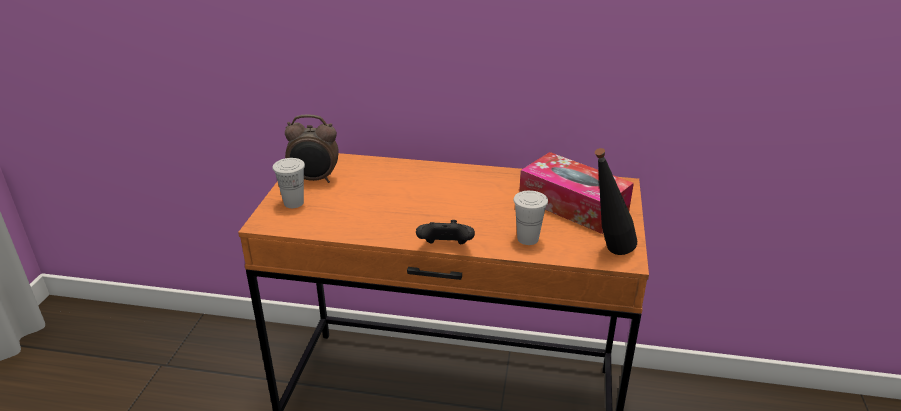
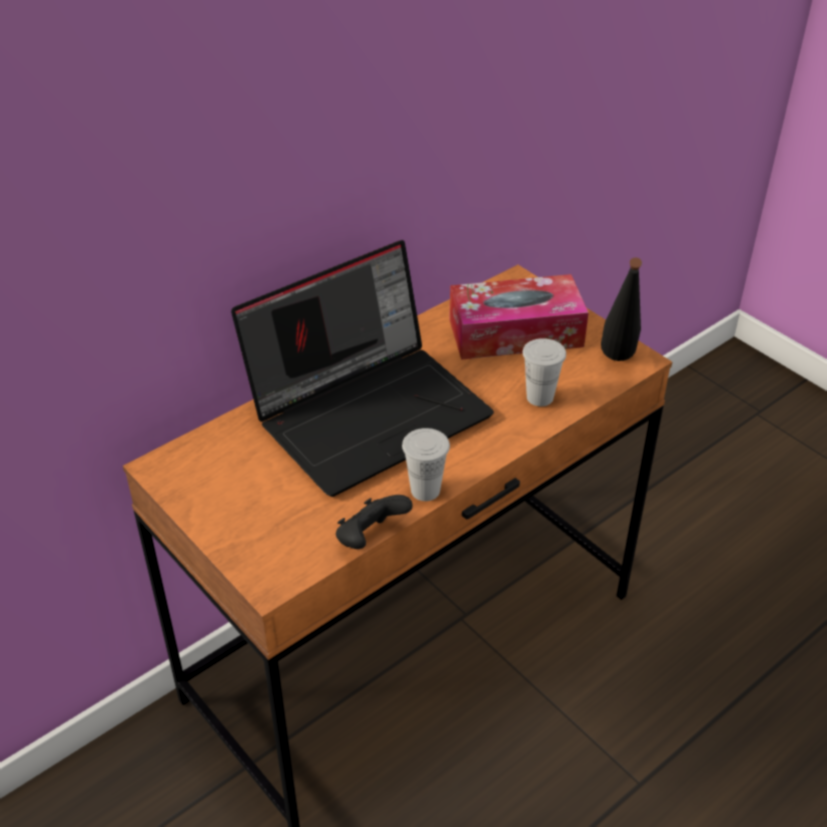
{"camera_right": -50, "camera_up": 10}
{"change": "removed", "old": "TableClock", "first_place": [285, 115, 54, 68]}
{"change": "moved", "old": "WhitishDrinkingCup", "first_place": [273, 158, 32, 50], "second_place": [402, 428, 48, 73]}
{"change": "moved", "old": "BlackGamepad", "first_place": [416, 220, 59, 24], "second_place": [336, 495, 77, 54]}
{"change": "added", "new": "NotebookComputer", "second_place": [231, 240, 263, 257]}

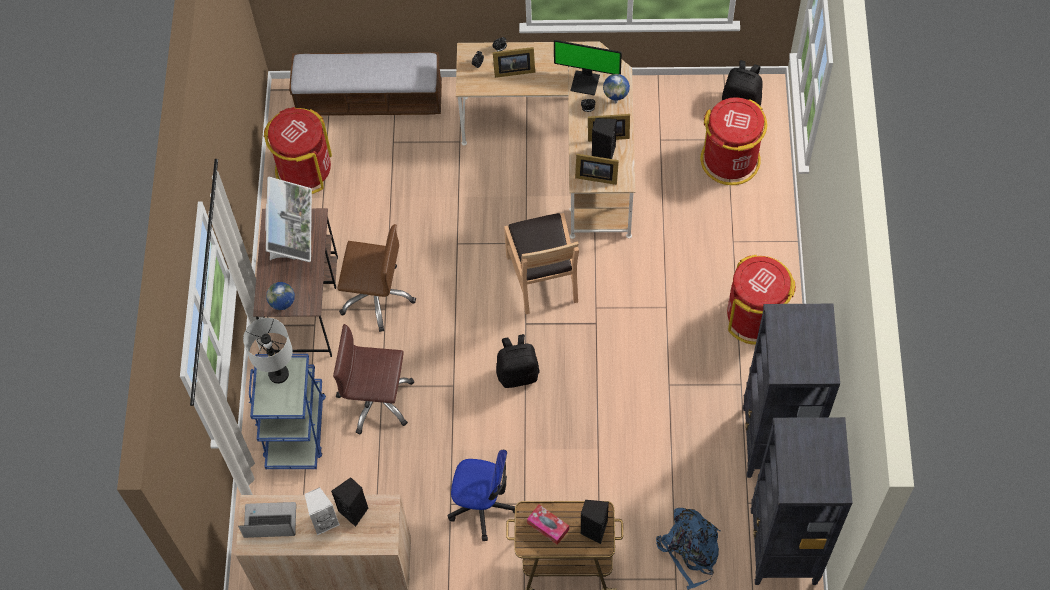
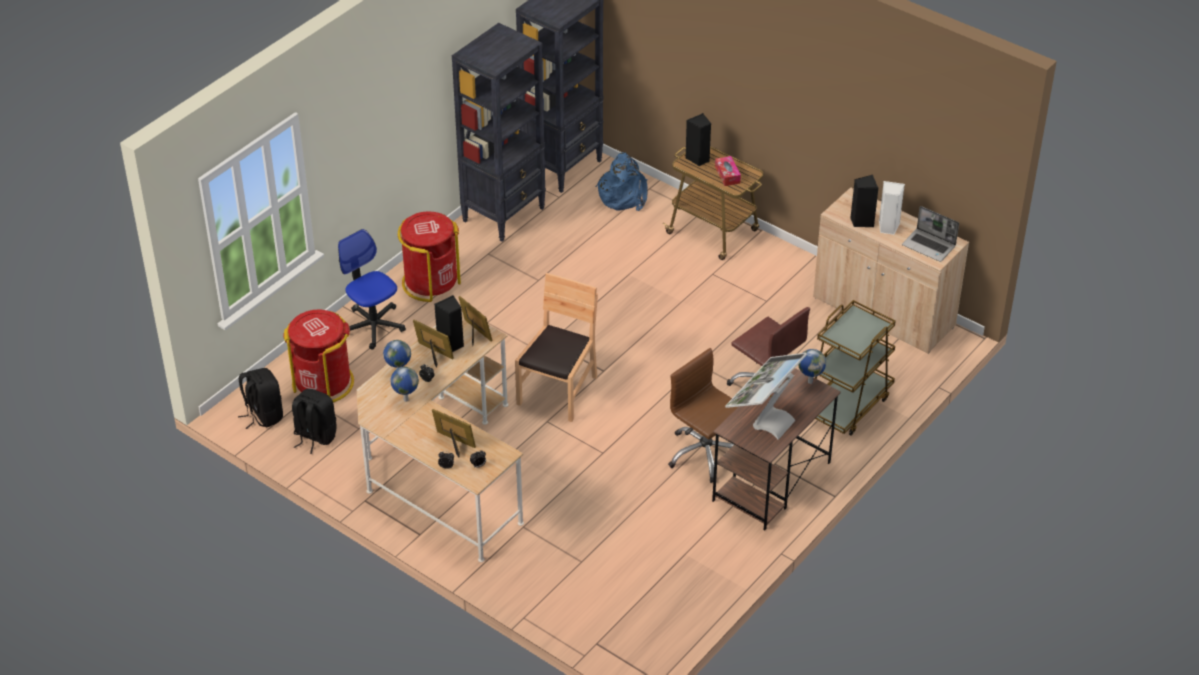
{"camera_right": -145, "camera_up": -20}
{"change": "replaced", "old": "ComputerDisplay", "new": "Globe", "first_place": [554, 40, 68, 55], "second_place": [390, 367, 29, 35]}
{"change": "removed", "old": "LongSeat", "first_place": [289, 52, 153, 64]}
{"change": "removed", "old": "RedWasteBin", "first_place": [264, 107, 68, 87]}
{"change": "removed", "old": "GrayTableLamp", "first_place": [243, 318, 50, 66]}
{"change": "moved", "old": "BlackKnapsack", "first_place": [496, 334, 44, 54], "second_place": [292, 389, 45, 65]}
{"change": "recoloured", "old": "BlueColouredWheeledCart", "new": "BrownWheeledCart", "first_place": [249, 354, 77, 115], "second_place": [815, 300, 81, 136]}
{"change": "moved", "old": "DeskChair", "first_place": [448, 450, 67, 91], "second_place": [338, 229, 68, 121]}

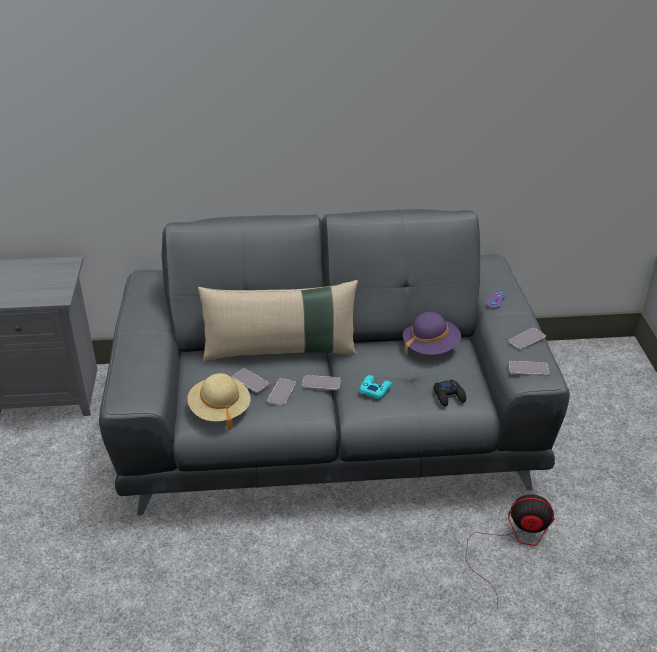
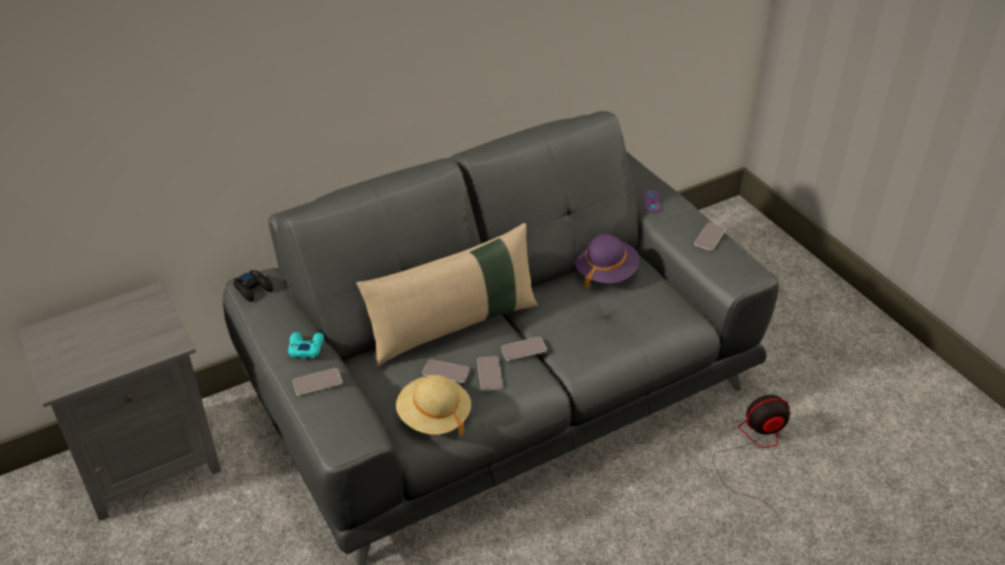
{"camera_right": -25, "camera_up": 5}
{"change": "moved", "old": "Telephone", "first_place": [509, 361, 40, 15], "second_place": [292, 368, 50, 28]}
{"change": "moved", "old": "BlueGreenGamepad", "first_place": [360, 375, 32, 24], "second_place": [288, 332, 36, 26]}
{"change": "moved", "old": "BlackGamepad", "first_place": [433, 379, 33, 28], "second_place": [234, 270, 39, 32]}

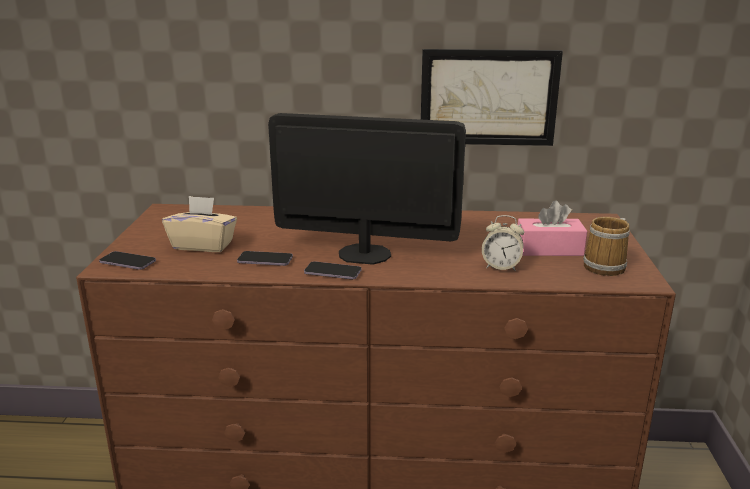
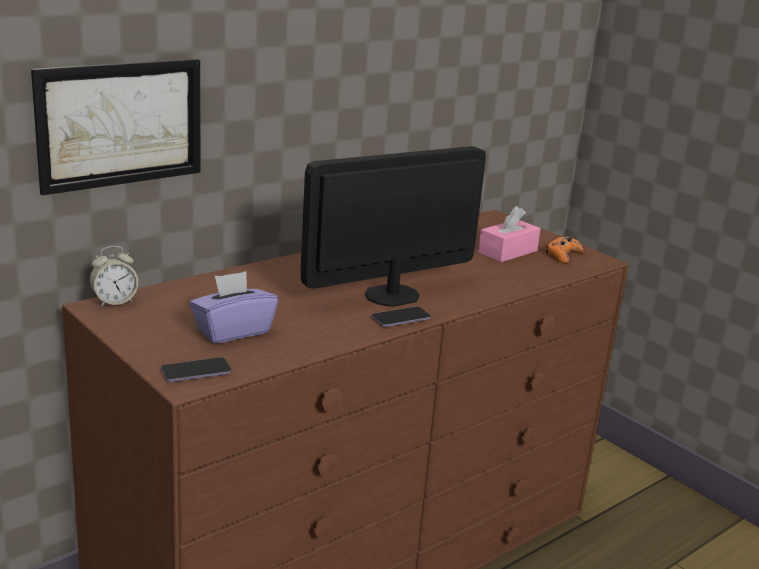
{"camera_right": -45, "camera_up": 0}
{"change": "moved", "old": "Picture", "first_place": [421, 49, 142, 97], "second_place": [31, 59, 170, 136]}
{"change": "recoloured", "old": "BeigeColouredBoxOfTissues", "new": "PurpleBoxOfTissues", "first_place": [162, 196, 75, 56], "second_place": [189, 271, 89, 73]}
{"change": "moved", "old": "TableClock", "first_place": [482, 215, 42, 56], "second_place": [90, 246, 48, 61]}
{"change": "replaced", "old": "Mug", "new": "OrangeColouredGamepad", "first_place": [583, 217, 47, 59], "second_place": [546, 236, 38, 27]}
{"change": "removed", "old": "Telephone", "first_place": [237, 251, 56, 15]}

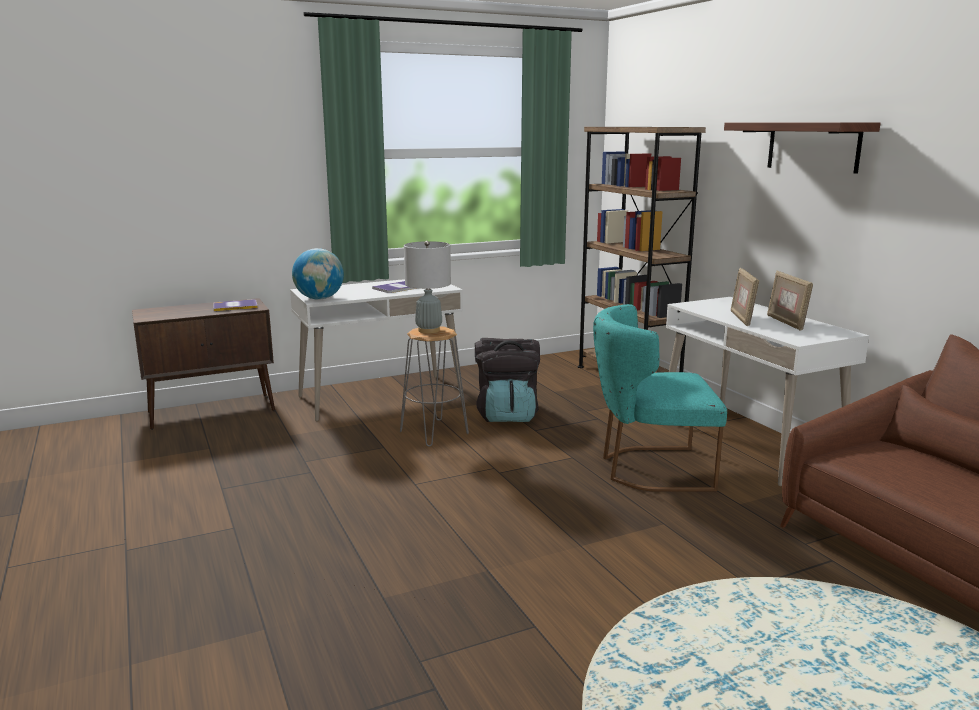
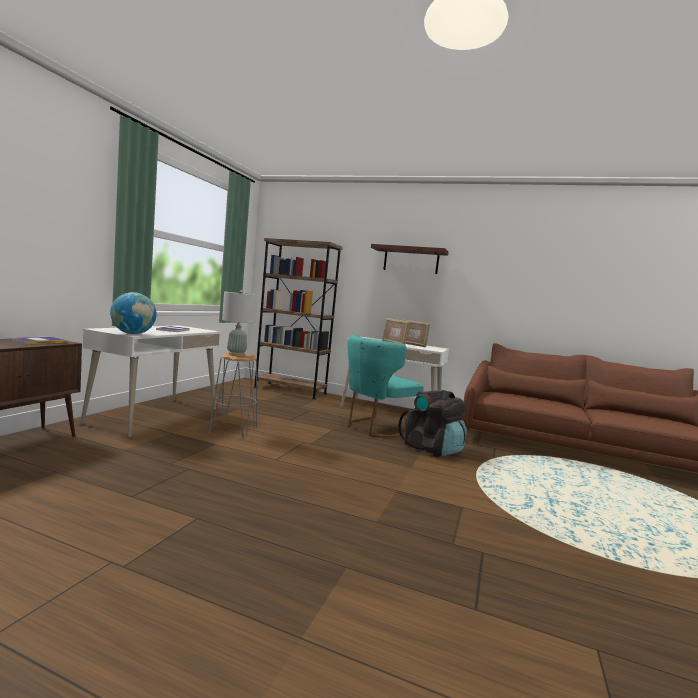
{"camera_right": -45, "camera_up": -10}
{"change": "moved", "old": "BlackKnapsack", "first_place": [475, 338, 65, 84], "second_place": [398, 390, 69, 67]}

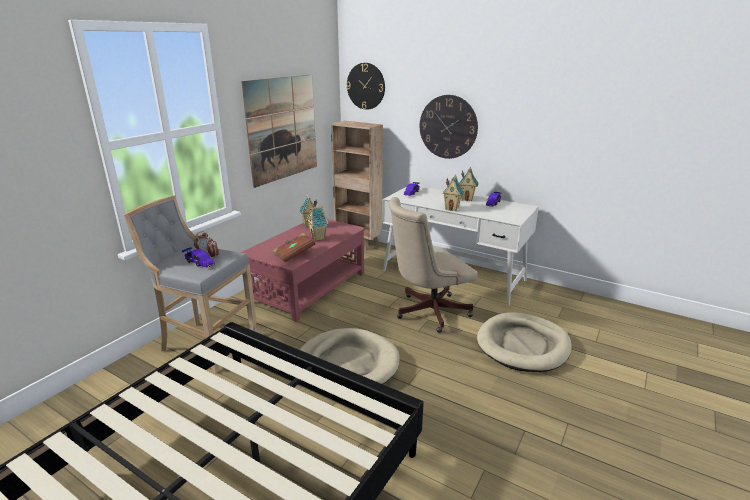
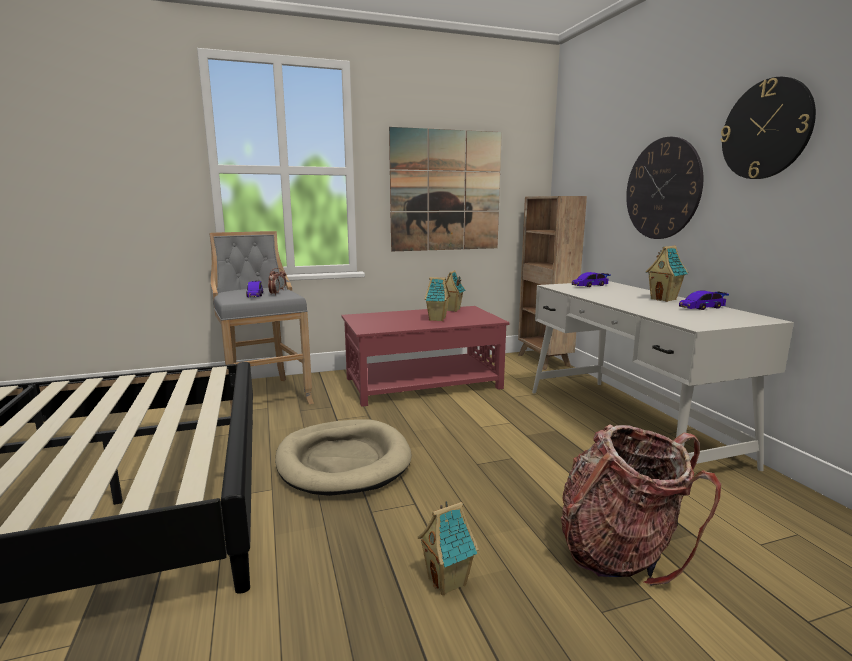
{"camera_right": 40, "camera_up": -10}
{"change": "moved", "old": "HangingClock", "first_place": [346, 63, 39, 47], "second_place": [720, 77, 96, 102]}
{"change": "moved", "old": "ToyHouse", "first_place": [442, 175, 22, 36], "second_place": [418, 501, 61, 94]}
{"change": "removed", "old": "BeigeColouredDeskChair", "first_place": [389, 197, 88, 136]}
{"change": "removed", "old": "BrownVolume", "first_place": [273, 233, 42, 29]}
{"change": "replaced", "old": "BeigeColouredDogBed", "new": "Knapsack", "first_place": [477, 312, 95, 60], "second_place": [561, 424, 160, 162]}

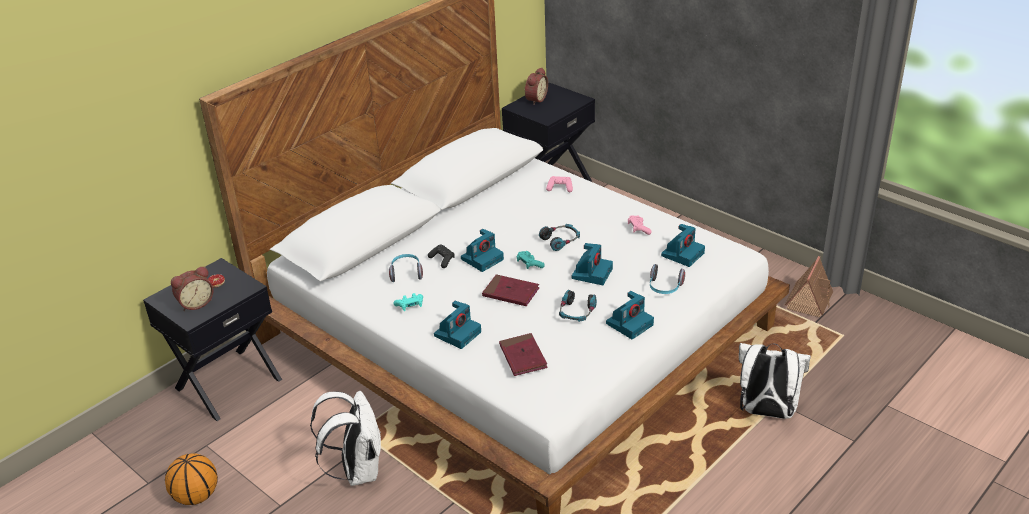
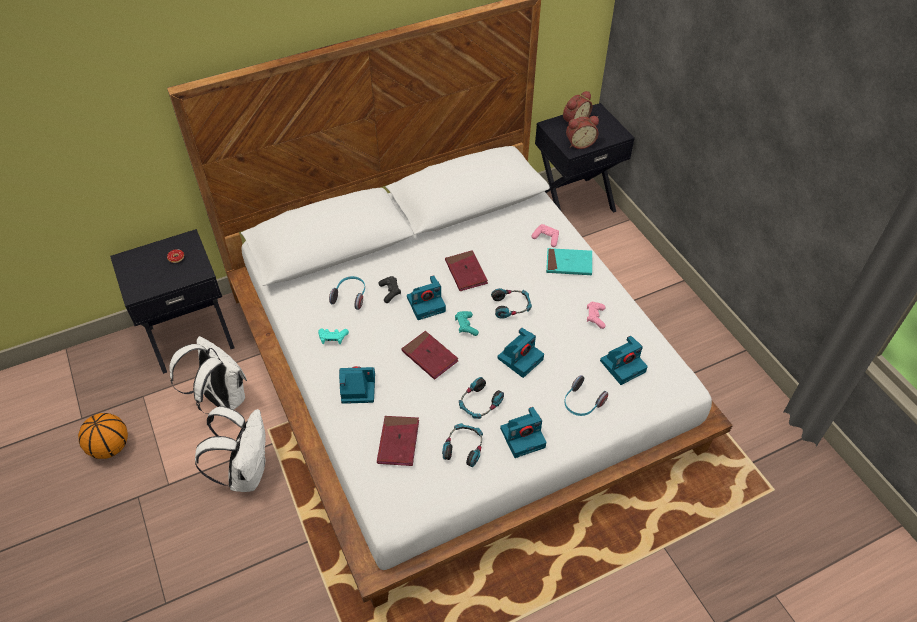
{"camera_right": 20, "camera_up": 15}
{"change": "removed", "old": "ToyHouse", "first_place": [785, 256, 48, 61]}
{"change": "moved", "old": "TableClock", "first_place": [171, 266, 43, 45], "second_place": [566, 116, 33, 33]}
{"change": "turned", "old": "PhotoCamera", "first_place": [434, 301, 47, 48], "second_place": [339, 366, 36, 38], "degrees": -150}
{"change": "moved", "old": "WhitishKnapsack", "first_place": [739, 343, 72, 76], "second_place": [170, 336, 77, 79]}
{"change": "added", "new": "BlueGreenVolume", "second_place": [546, 248, 46, 27]}
{"change": "added", "new": "RedVolume", "second_place": [445, 250, 43, 41]}
{"change": "added", "new": "Headphones", "second_place": [442, 423, 41, 44]}

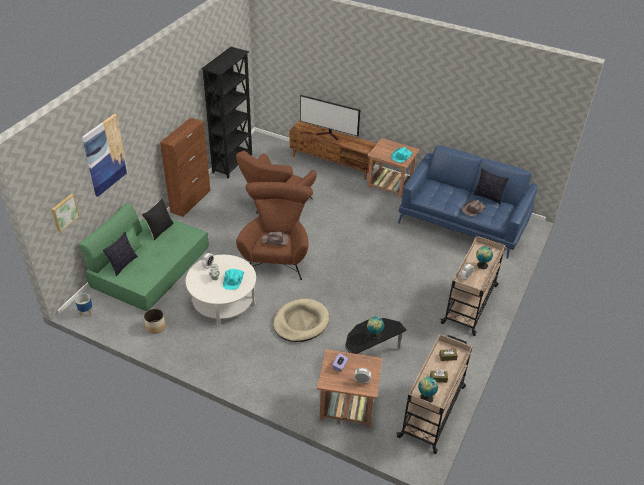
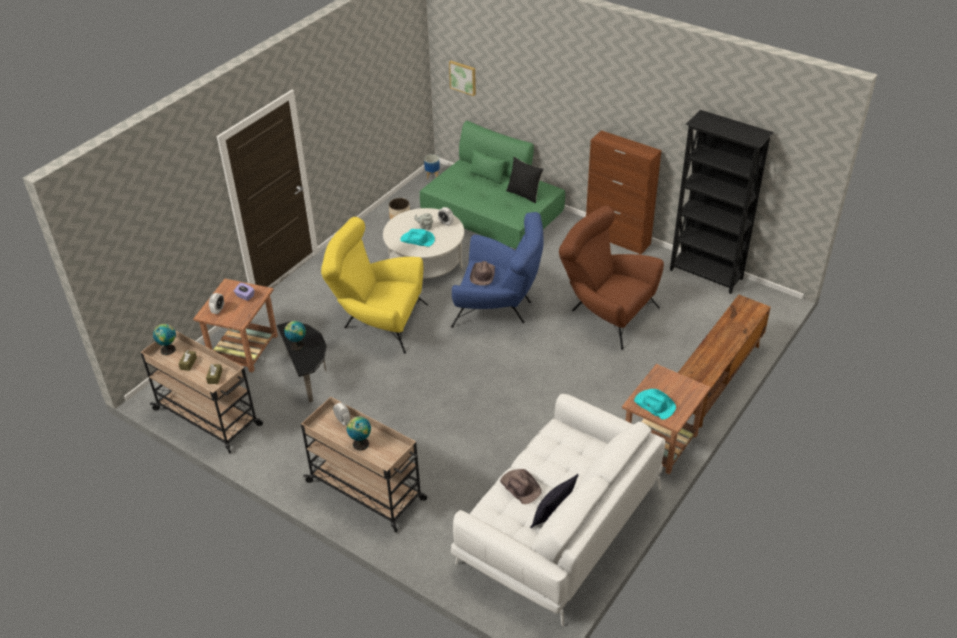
{"camera_right": 100, "camera_up": 0}
{"change": "removed", "old": "Television", "first_place": [300, 95, 60, 45]}
{"change": "removed", "old": "Picture", "first_place": [82, 114, 46, 83]}
{"change": "recoloured", "old": "BlueColouredCouch", "new": "WhitishCouch", "first_place": [398, 145, 140, 114], "second_place": [451, 394, 214, 232]}
{"change": "recoloured", "old": "BrownLoungeChair", "new": "BlueColouredLoungeChair", "first_place": [236, 182, 77, 98], "second_place": [451, 212, 93, 116]}
{"change": "removed", "old": "Cushion", "first_place": [103, 232, 35, 44]}
{"change": "replaced", "old": "BeigeColouredDogBed", "new": "YellowishLoungeChair", "first_place": [273, 299, 56, 43], "second_place": [321, 217, 107, 137]}

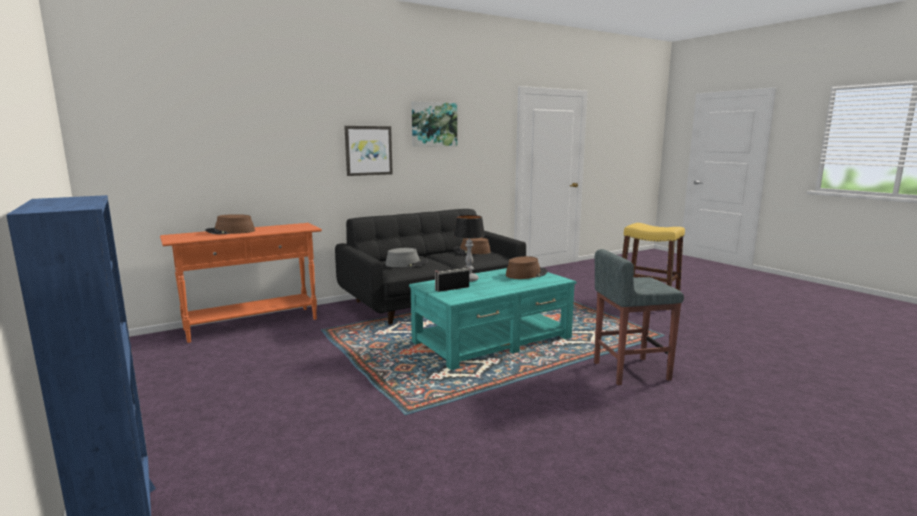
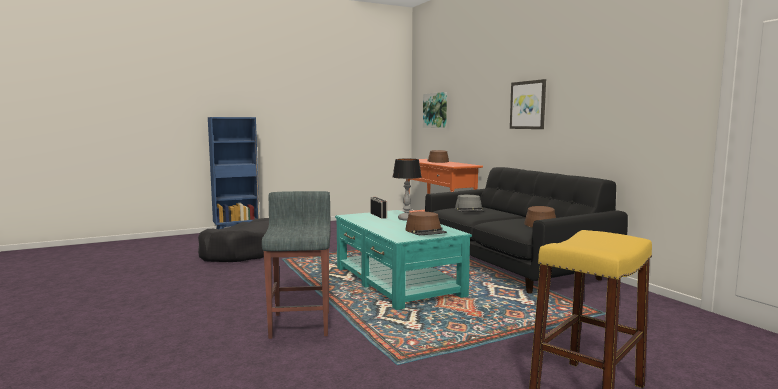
{"camera_right": 95, "camera_up": -5}
{"change": "moved", "old": "Picture", "first_place": [412, 101, 45, 46], "second_place": [423, 92, 24, 36]}
{"change": "added", "new": "BlackDogBed", "second_place": [198, 218, 71, 44]}

